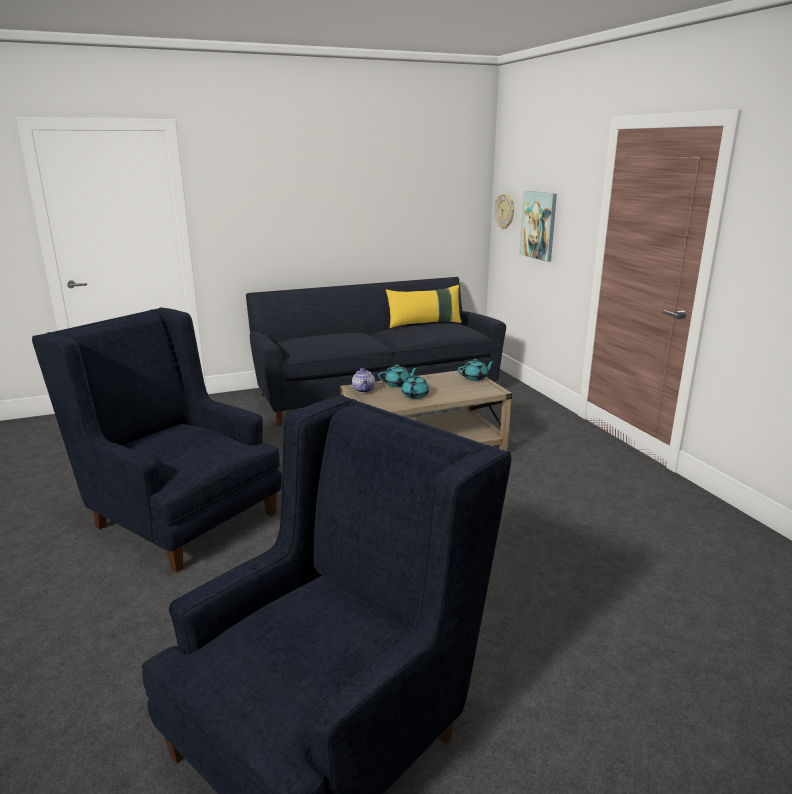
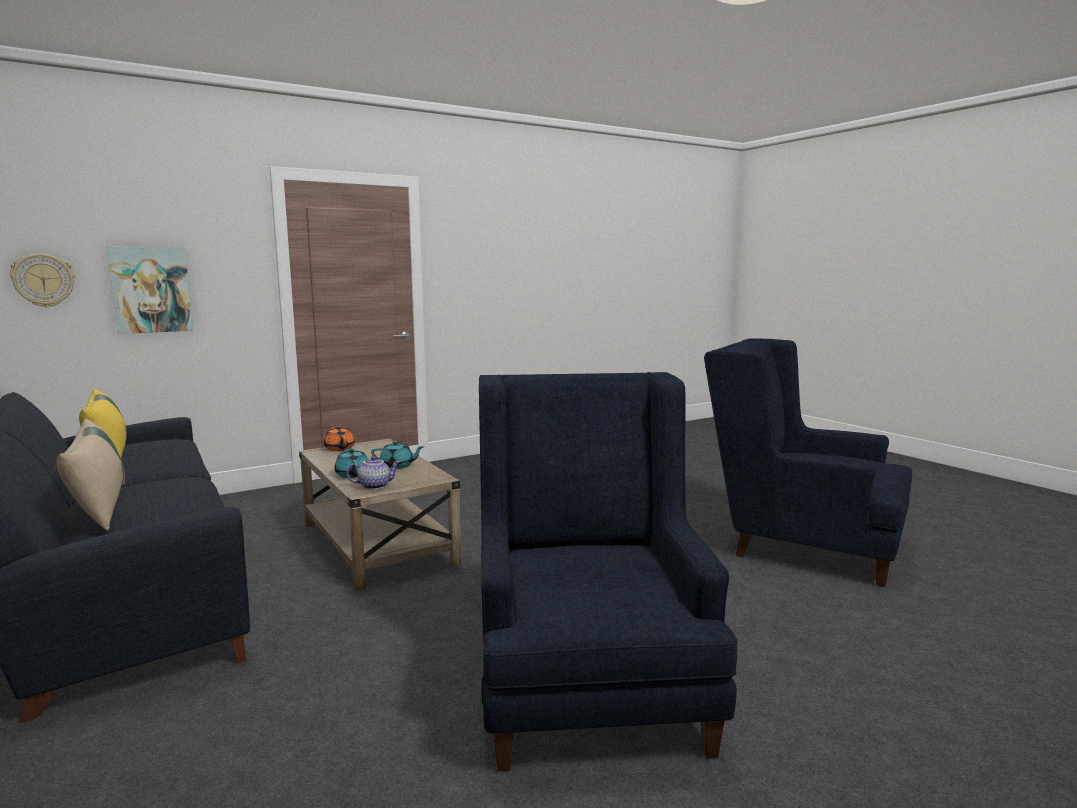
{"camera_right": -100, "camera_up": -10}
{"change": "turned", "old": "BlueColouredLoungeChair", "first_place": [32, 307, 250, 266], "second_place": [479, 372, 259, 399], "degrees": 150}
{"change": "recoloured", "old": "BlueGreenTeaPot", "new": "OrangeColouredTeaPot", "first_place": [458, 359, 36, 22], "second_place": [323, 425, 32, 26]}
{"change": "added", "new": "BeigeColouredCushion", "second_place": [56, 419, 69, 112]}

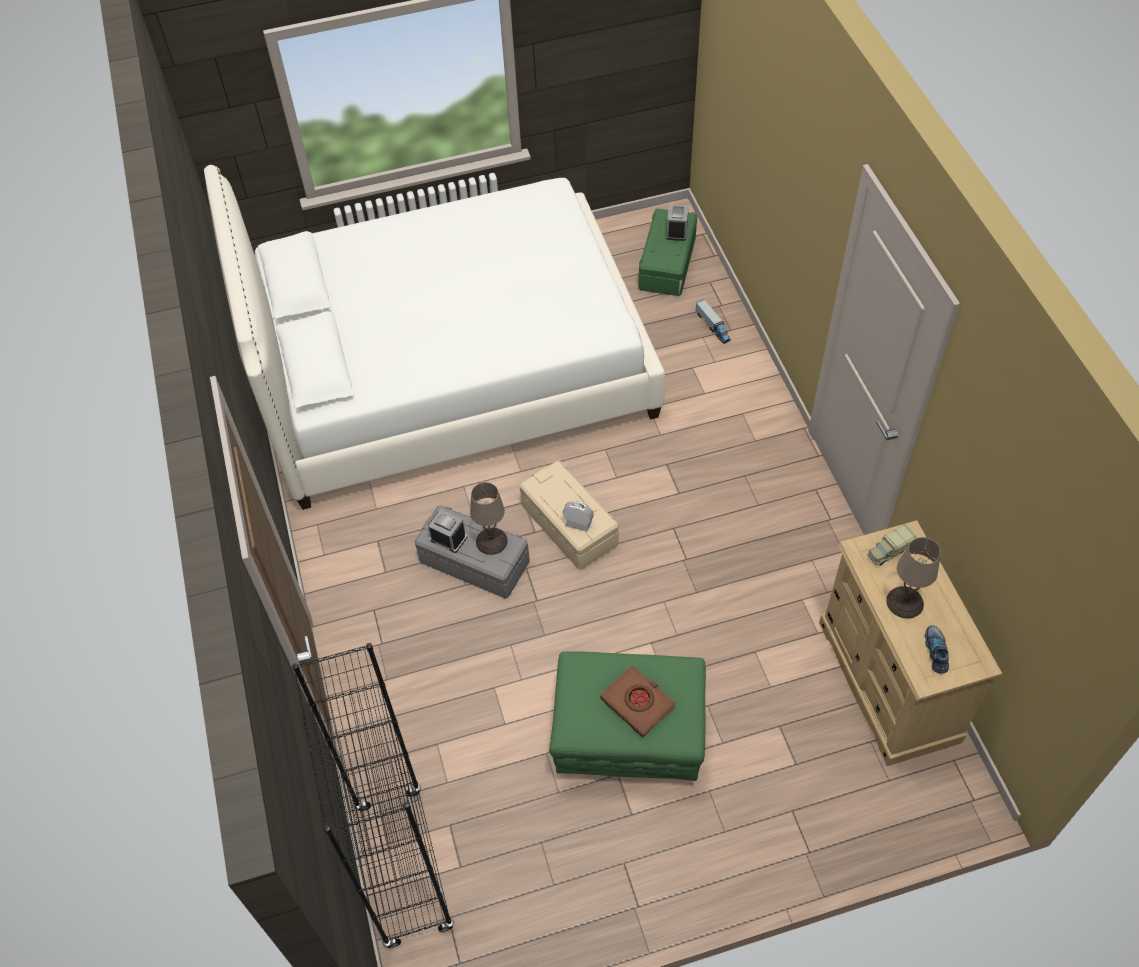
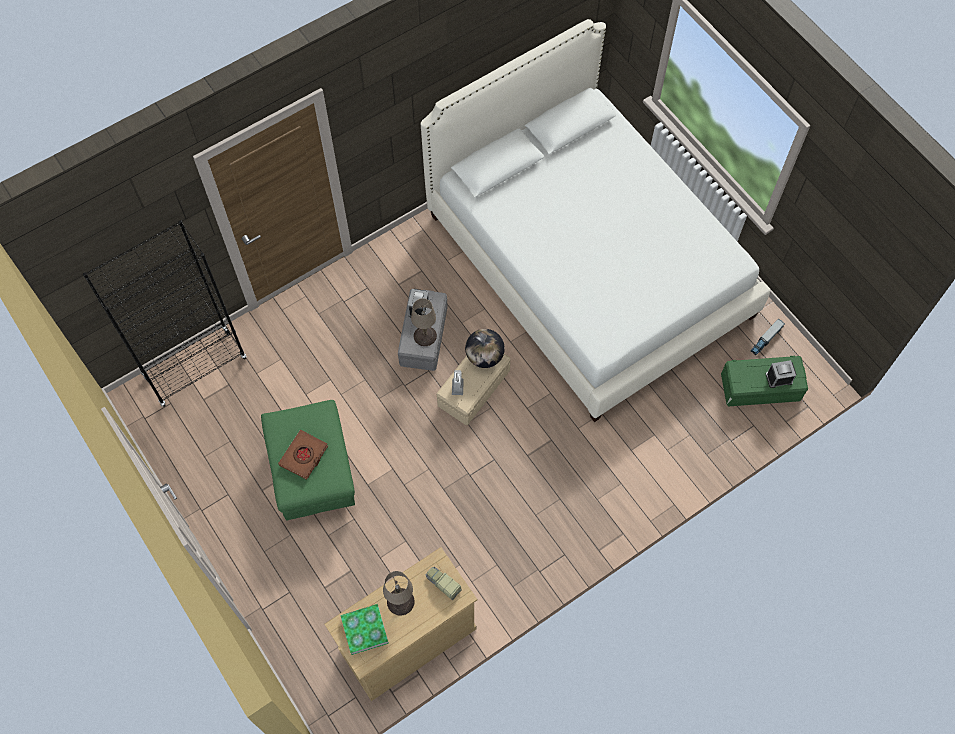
{"camera_right": 70, "camera_up": 10}
{"change": "moved", "old": "ToyLorry", "first_place": [696, 299, 35, 45], "second_place": [751, 318, 34, 37]}
{"change": "replaced", "old": "LowShoe", "new": "Volume", "first_place": [925, 625, 24, 49], "second_place": [340, 604, 49, 51]}
{"change": "added", "new": "Globe", "second_place": [465, 329, 40, 39]}

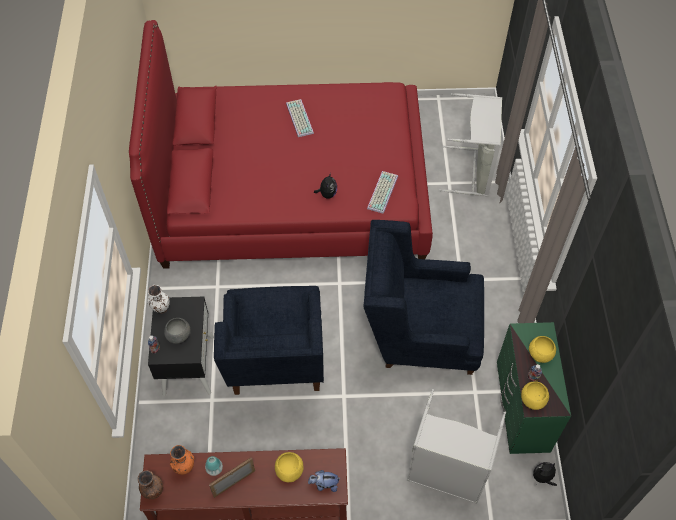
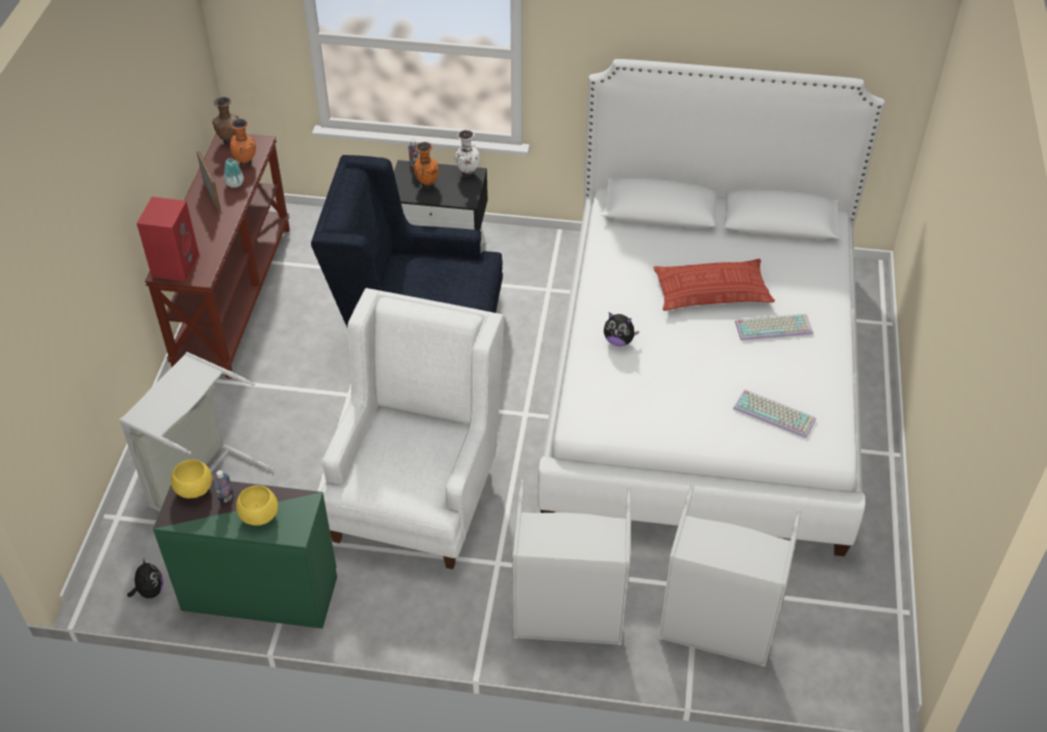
{"camera_right": 100, "camera_up": -10}
{"change": "recoloured", "old": "RedBed", "new": "WhitishBed", "first_place": [129, 20, 304, 249], "second_place": [538, 59, 347, 497]}
{"change": "moved", "old": "ComputerKeyboard", "first_place": [367, 171, 31, 43], "second_place": [733, 389, 83, 49]}
{"change": "recoloured", "old": "BlueColouredLoungeChair", "new": "WhitishLoungeChair", "first_place": [363, 220, 121, 155], "second_place": [320, 288, 184, 281]}
{"change": "replaced", "old": "GrayBowl", "new": "OrangeColouredDecorativeVase", "first_place": [164, 318, 27, 26], "second_place": [413, 142, 26, 47]}
{"change": "removed", "old": "YellowishBowl", "first_place": [275, 452, 29, 30]}
{"change": "replaced", "old": "SoftToy", "new": "RedSpeaker", "first_place": [308, 470, 32, 22], "second_place": [137, 197, 62, 85]}
{"change": "added", "new": "Cushion", "second_place": [654, 259, 121, 52]}
{"change": "added", "new": "GrayLaundryBasket", "second_place": [512, 480, 120, 165]}

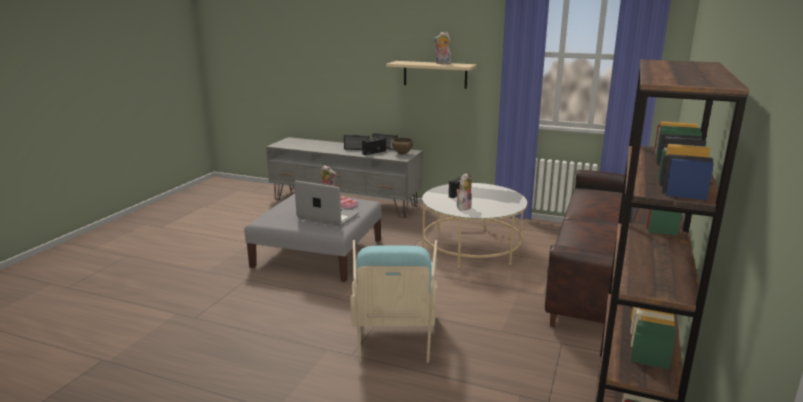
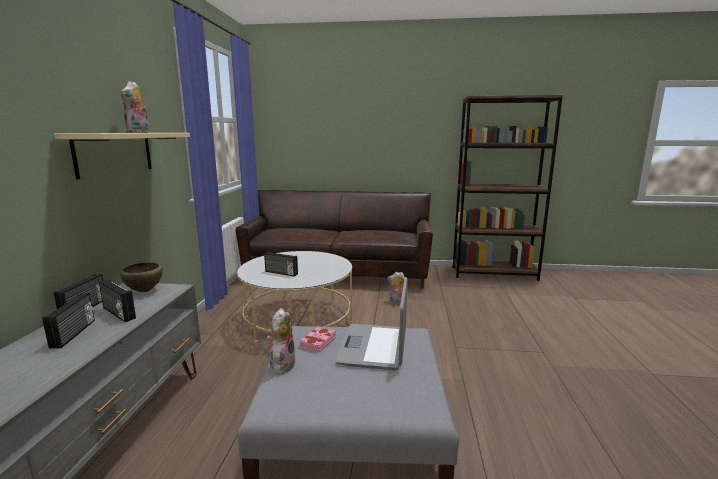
{"camera_right": -105, "camera_up": -5}
{"change": "moved", "old": "SoftToy", "first_place": [456, 173, 16, 38], "second_place": [388, 272, 17, 32]}
{"change": "removed", "old": "BlueGreenLoungeChair", "first_place": [350, 240, 88, 123]}

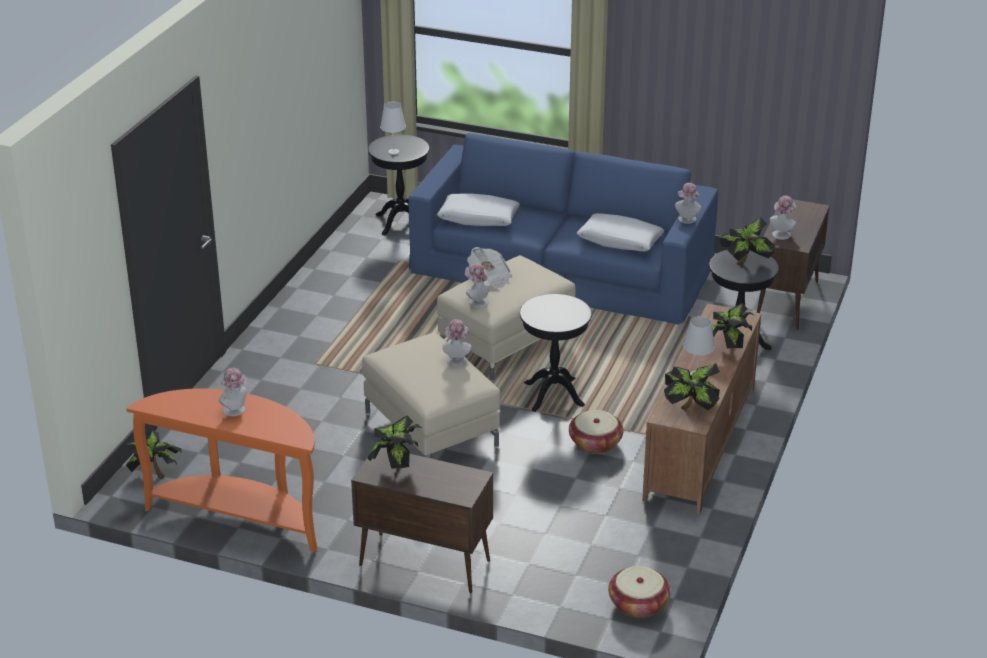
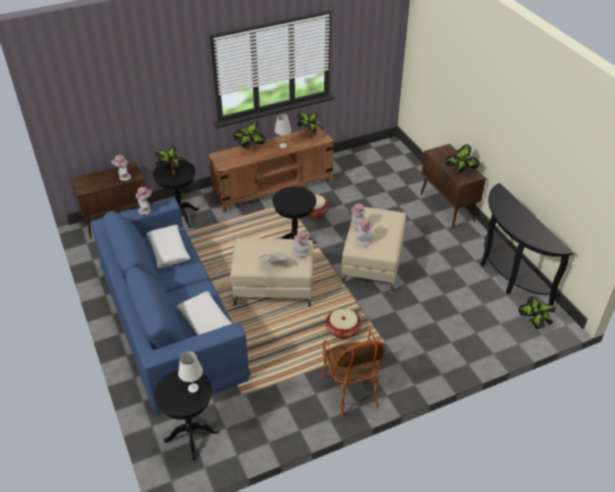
{"camera_right": -135, "camera_up": 10}
{"change": "moved", "old": "ClothingHat", "first_place": [219, 368, 28, 48], "second_place": [355, 218, 19, 29]}
{"change": "recoloured", "old": "OrangeColouredConsoleTable", "new": "BlackConsoleTable", "first_place": [126, 388, 191, 164], "second_place": [481, 183, 93, 122]}
{"change": "moved", "old": "StorageBasket", "first_place": [608, 566, 62, 52], "second_place": [326, 308, 35, 31]}
{"change": "added", "new": "LoungeChair", "second_place": [322, 330, 63, 86]}

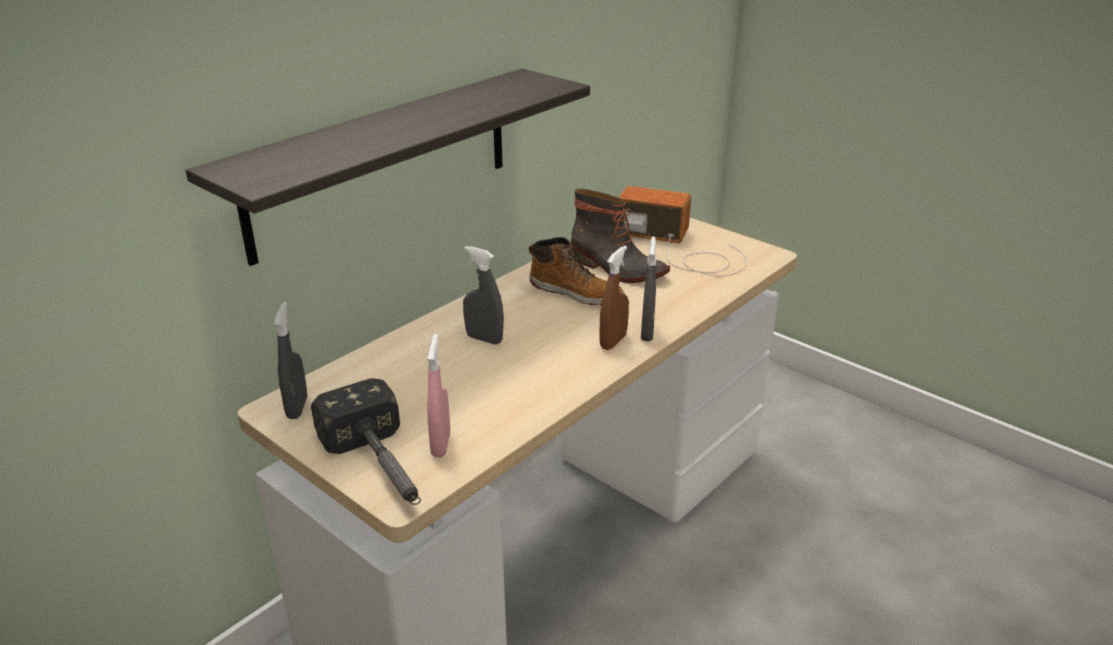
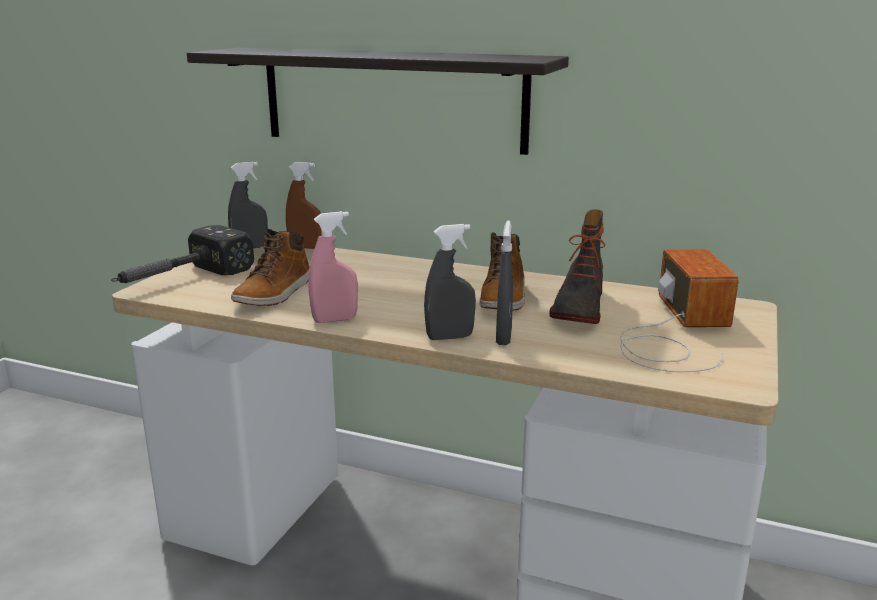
{"camera_right": 70, "camera_up": -10}
{"change": "moved", "old": "BrownSprayer", "first_place": [599, 245, 30, 105], "second_place": [286, 162, 36, 87]}
{"change": "moved", "old": "GraySprayer", "first_place": [463, 246, 41, 98], "second_place": [496, 221, 17, 124]}
{"change": "moved", "old": "PinkishSprayer", "first_place": [427, 334, 23, 123], "second_place": [308, 211, 50, 112]}
{"change": "added", "new": "Boot", "second_place": [231, 229, 79, 77]}

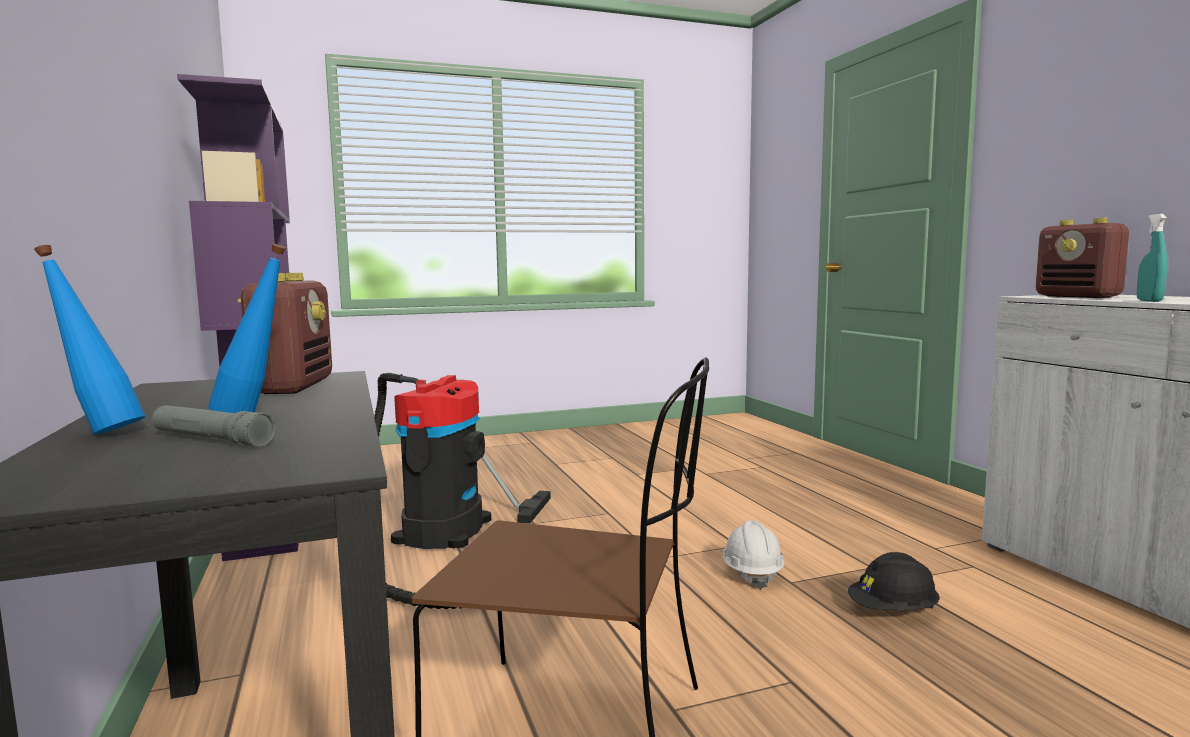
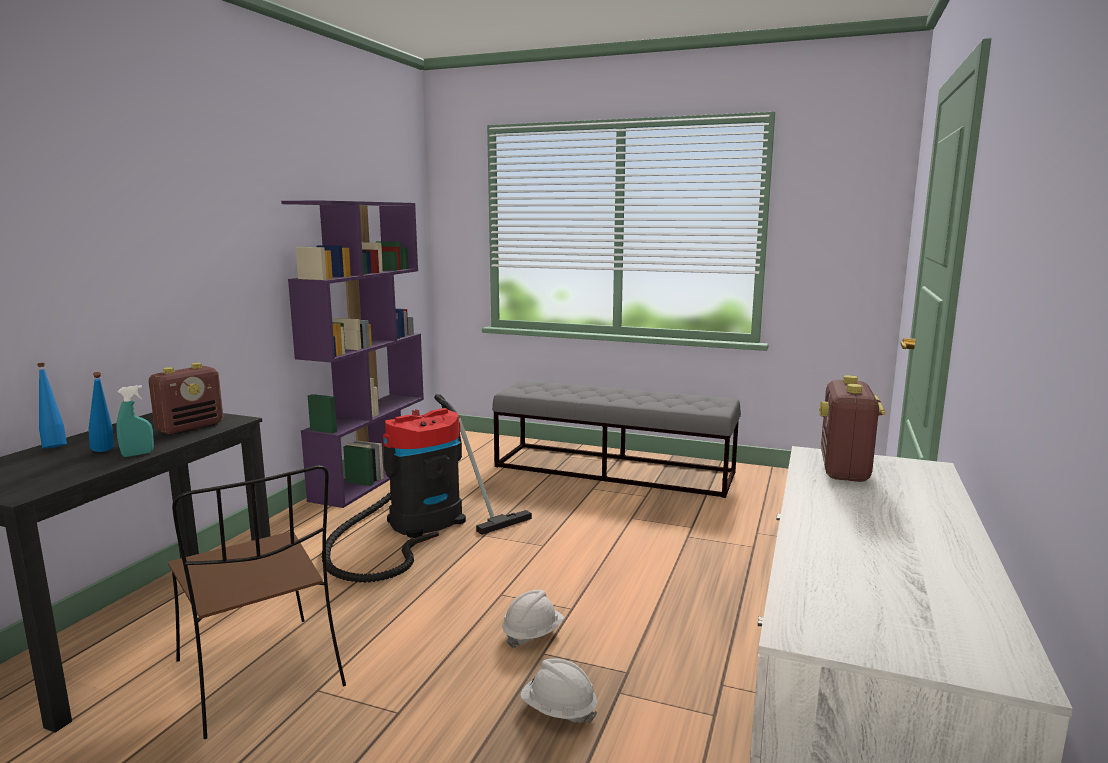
{"camera_right": 40, "camera_up": 5}
{"change": "moved", "old": "BlueGreenSprayer", "first_place": [1137, 214, 30, 88], "second_place": [116, 385, 38, 72]}
{"change": "removed", "old": "GrayTorch", "first_place": [152, 406, 124, 41]}
{"change": "recoloured", "old": "BlackWorkHelmet", "new": "WhitishWorkHelmet", "first_place": [848, 552, 92, 58], "second_place": [520, 658, 77, 66]}
{"change": "added", "new": "GrayLongSeat", "second_place": [492, 380, 249, 118]}

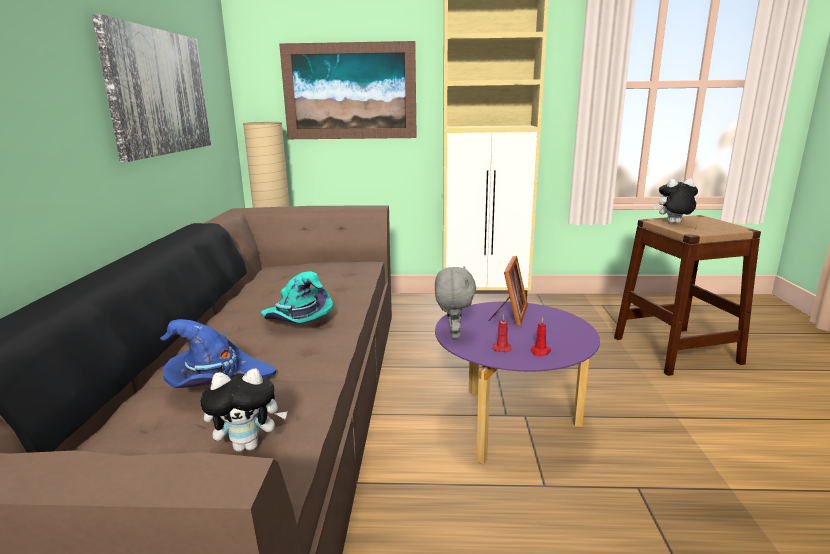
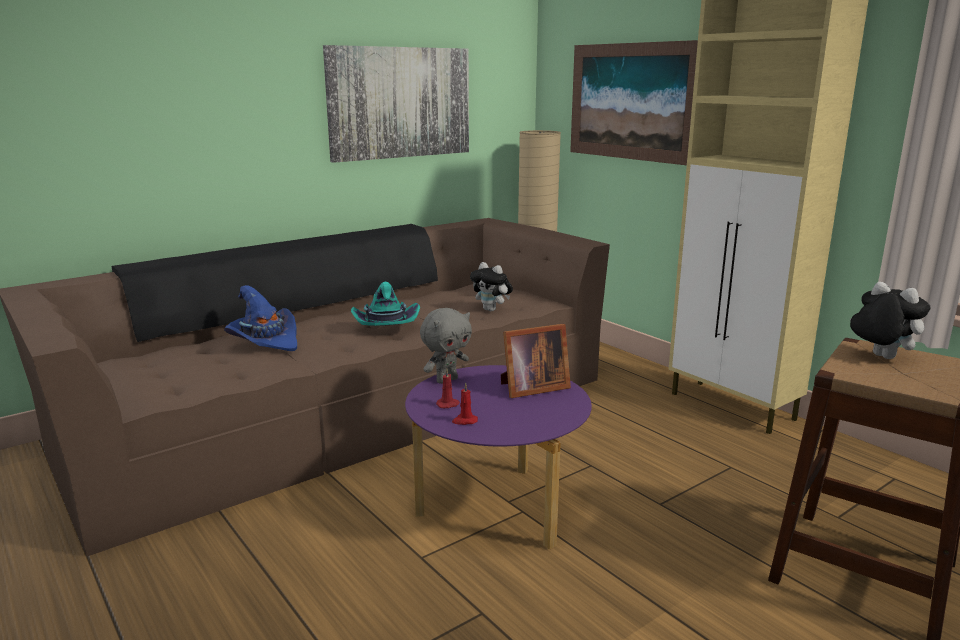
{"camera_right": 50, "camera_up": 0}
{"change": "moved", "old": "SoftToy", "first_place": [200, 369, 88, 83], "second_place": [470, 262, 43, 49]}

